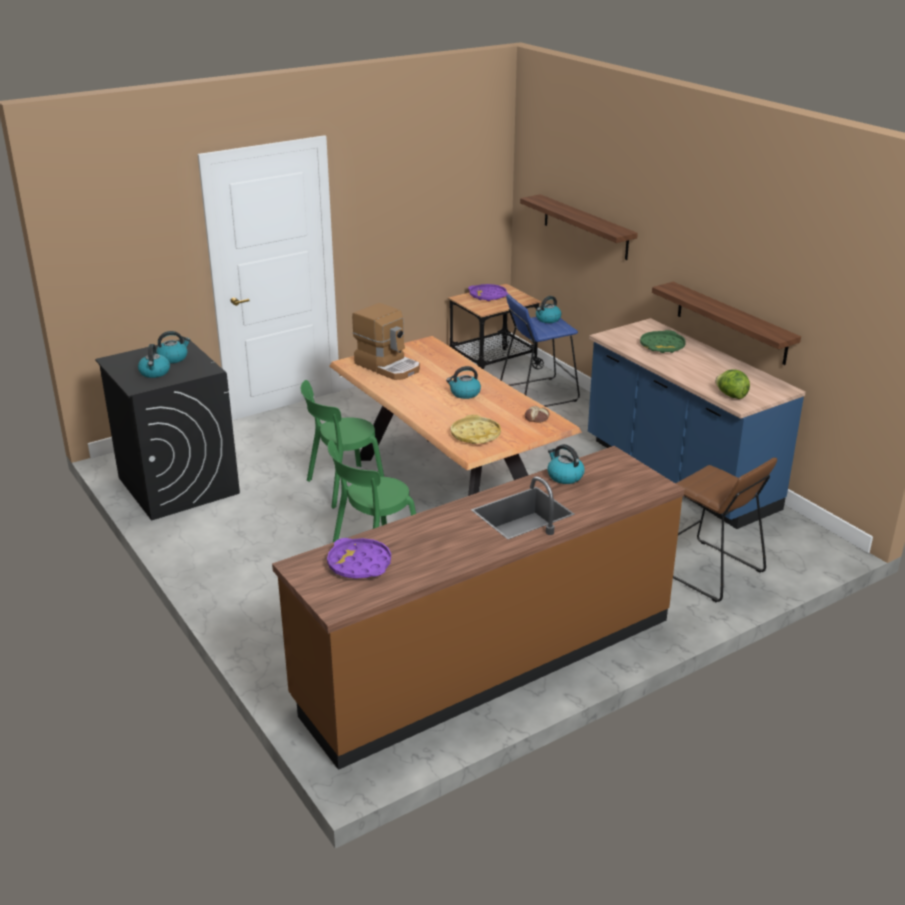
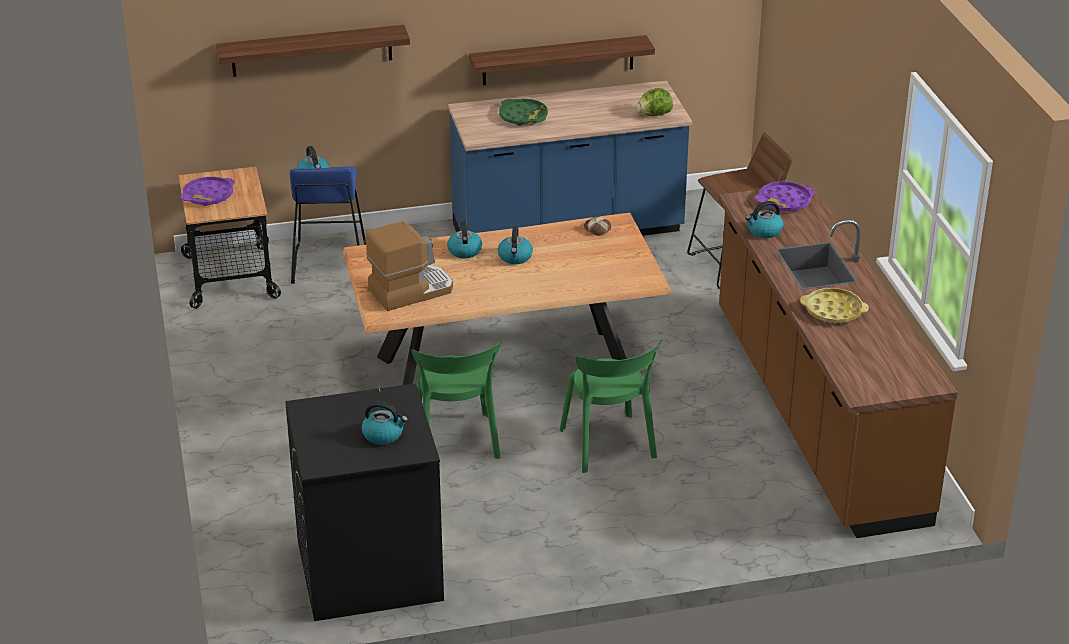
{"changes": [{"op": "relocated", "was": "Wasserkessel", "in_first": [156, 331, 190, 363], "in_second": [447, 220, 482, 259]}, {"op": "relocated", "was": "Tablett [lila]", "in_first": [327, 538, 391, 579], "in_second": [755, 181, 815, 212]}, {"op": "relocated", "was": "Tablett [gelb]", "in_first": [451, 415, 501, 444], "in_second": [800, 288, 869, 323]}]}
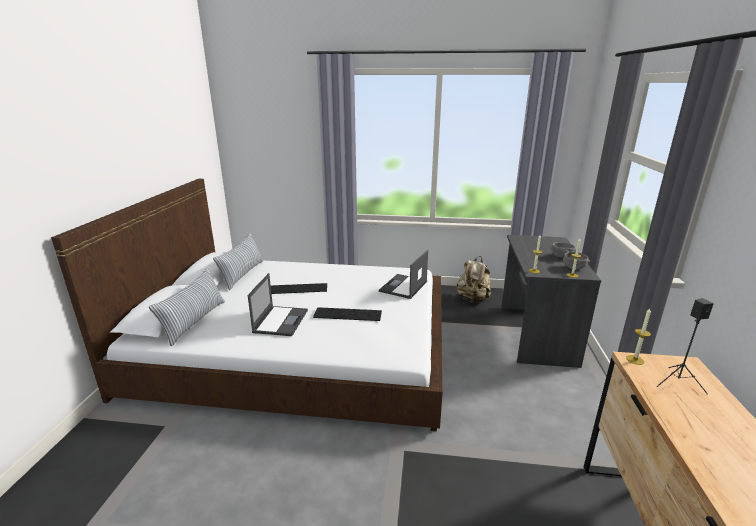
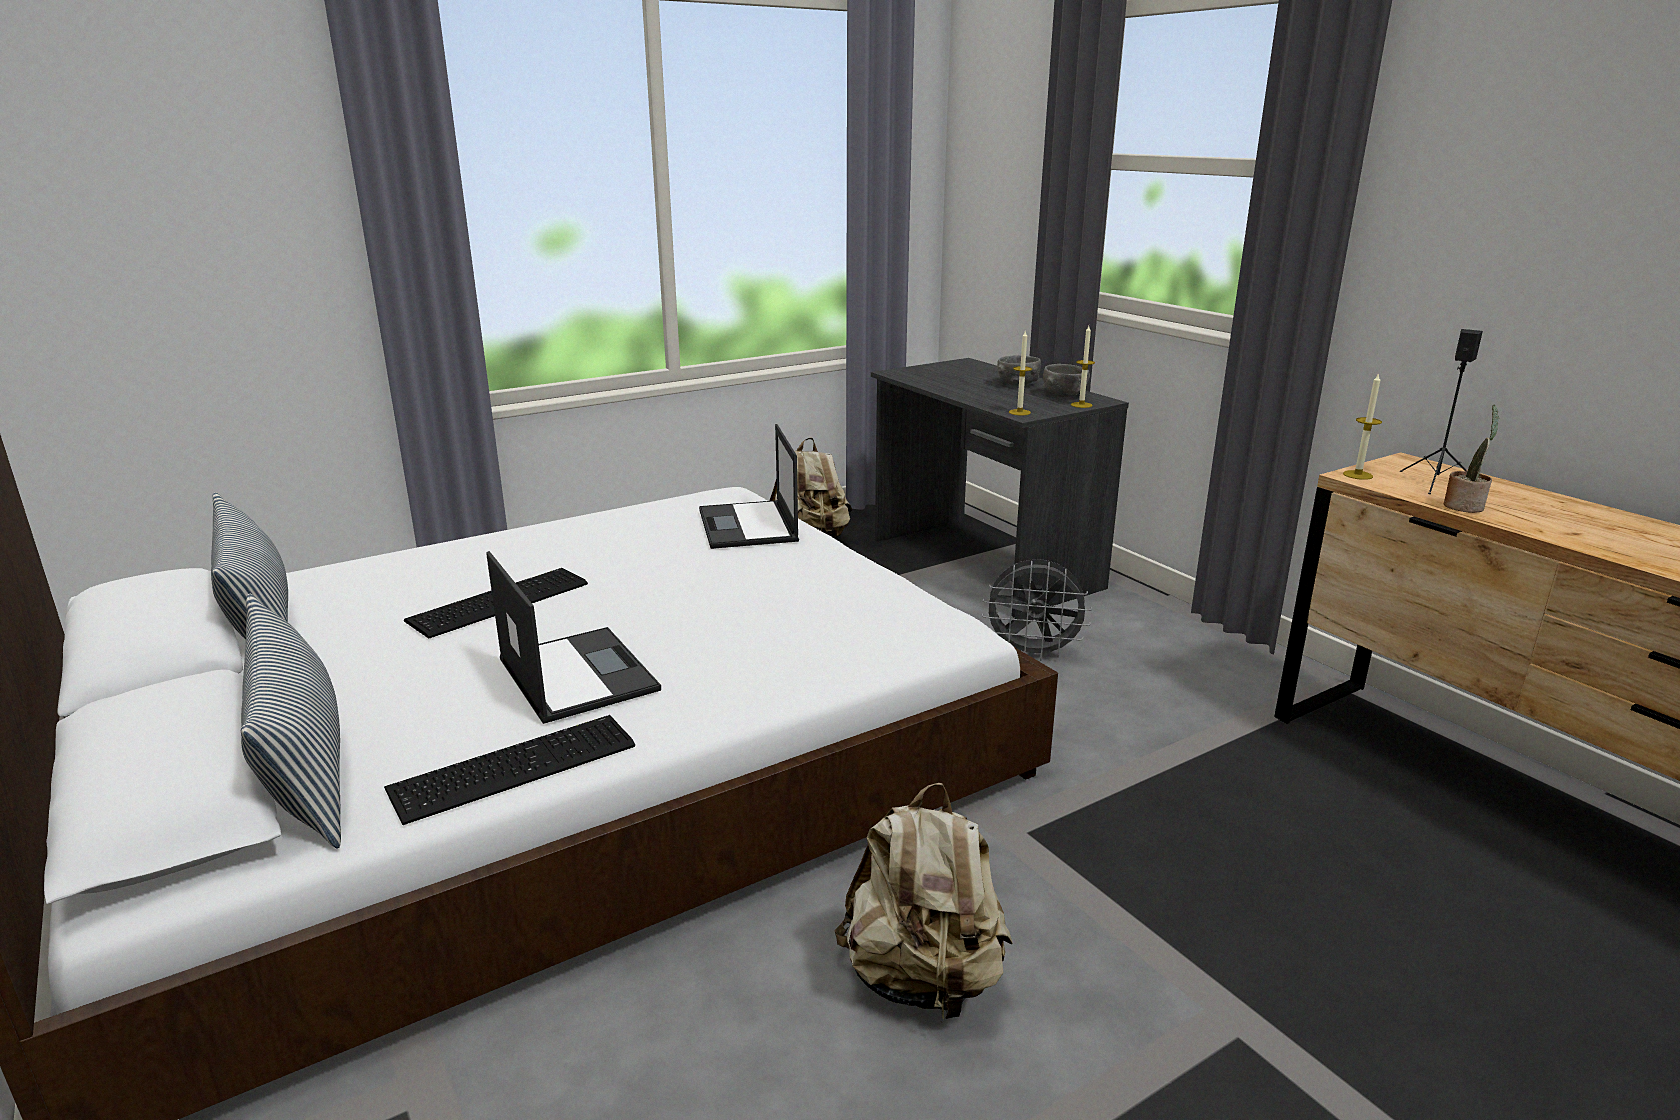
{"changes": [{"op": "appeared", "now": "Rucksack [beige]", "in_second": [834, 783, 1013, 1023]}, {"op": "appeared", "now": "Ventilator [grau]", "in_second": [982, 559, 1092, 661]}, {"op": "appeared", "now": "Topfpflanze", "in_second": [1444, 404, 1499, 513]}, {"op": "relocated", "was": "Tastatur", "in_first": [313, 307, 382, 321], "in_second": [384, 715, 635, 825]}]}
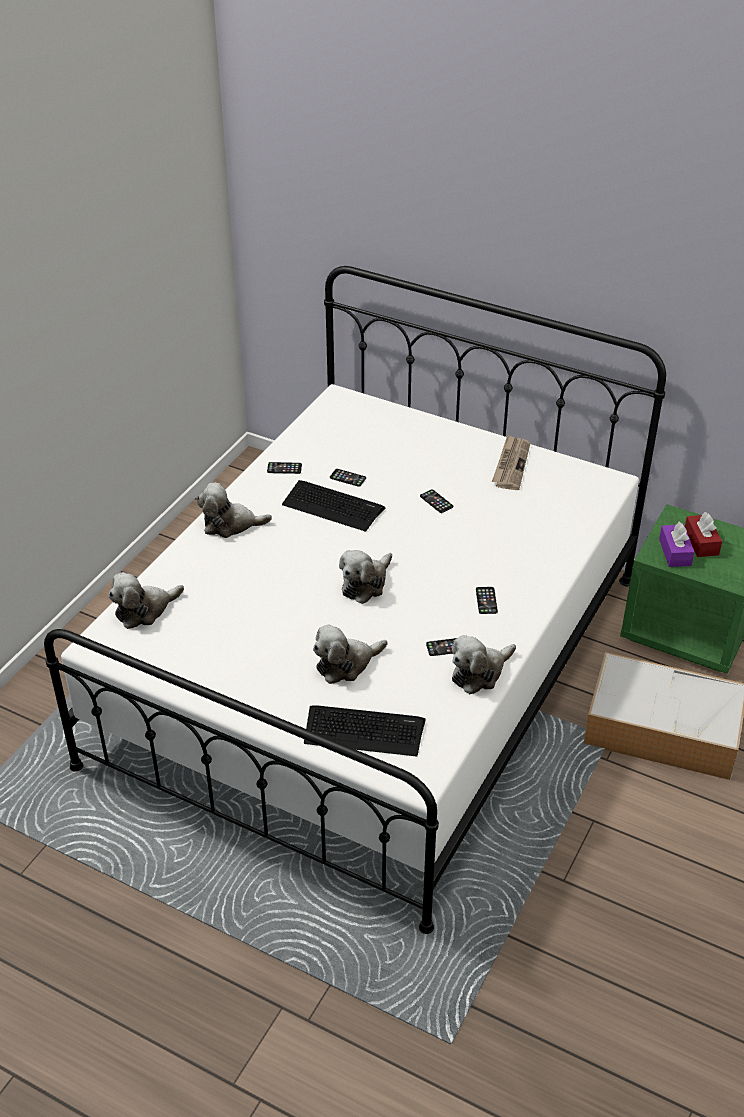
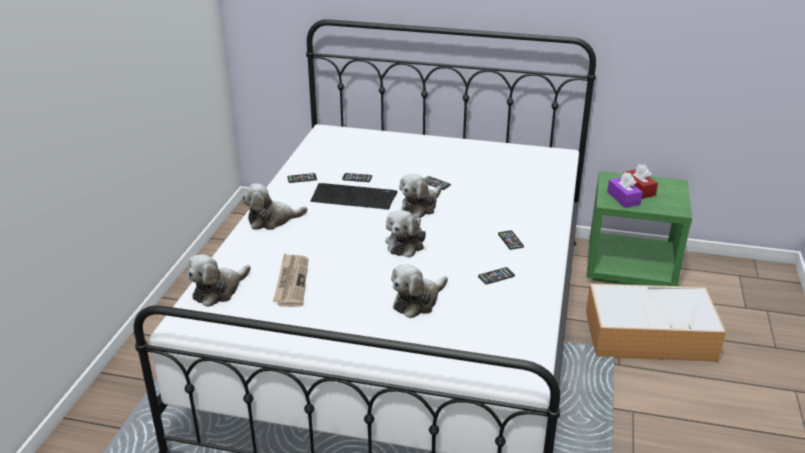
{"changes": [{"op": "missing", "was": "Tastatur", "in_first": [304, 705, 426, 757]}, {"op": "relocated", "was": "Plüschtier", "in_first": [452, 635, 516, 694], "in_second": [399, 174, 442, 218]}, {"op": "relocated", "was": "Zeitung", "in_first": [492, 435, 530, 490], "in_second": [273, 253, 308, 307]}]}
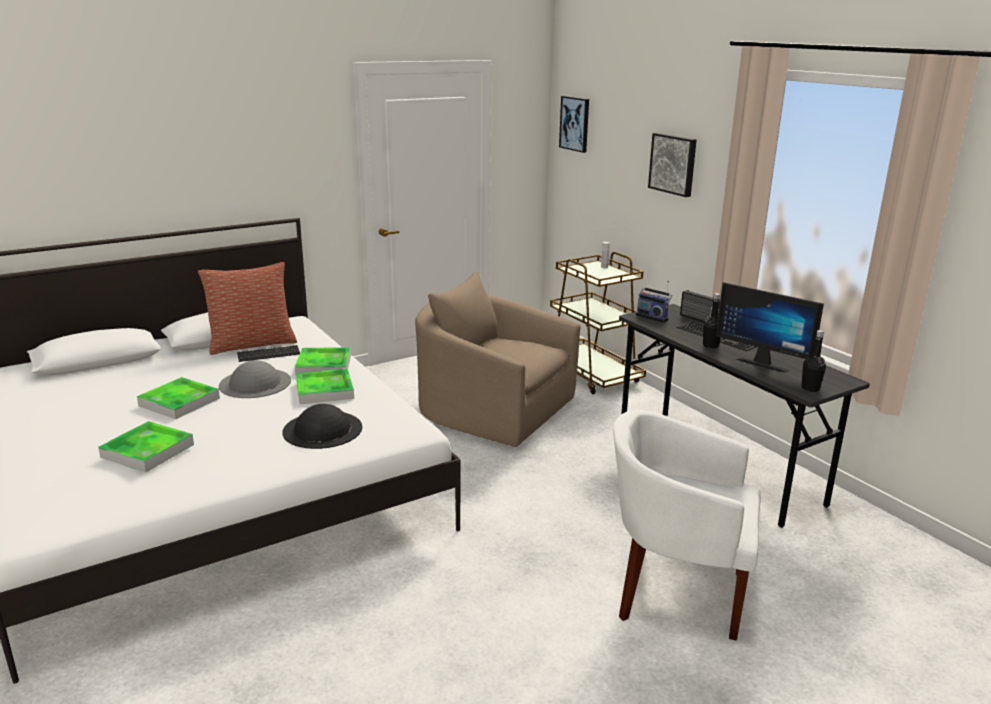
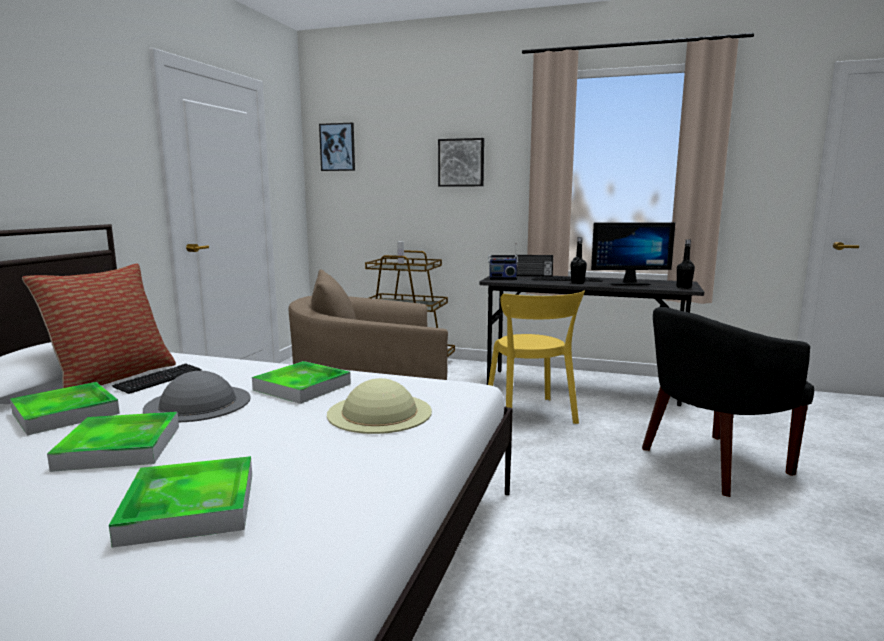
{"changes": [{"op": "appeared", "now": "Stuhl [gelb]", "in_second": [488, 291, 585, 424]}, {"op": "relocated", "was": "Tablett", "in_first": [295, 347, 351, 376], "in_second": [10, 382, 120, 436]}, {"op": "colour", "was": "Hut [schwarz]", "now": "Hut [beige]", "in_first": [282, 404, 362, 449], "in_second": [327, 378, 432, 434]}, {"op": "colour", "was": "Sessel [weiß]", "now": "Sessel [schwarz]", "in_first": [613, 410, 761, 640], "in_second": [642, 307, 814, 497]}]}
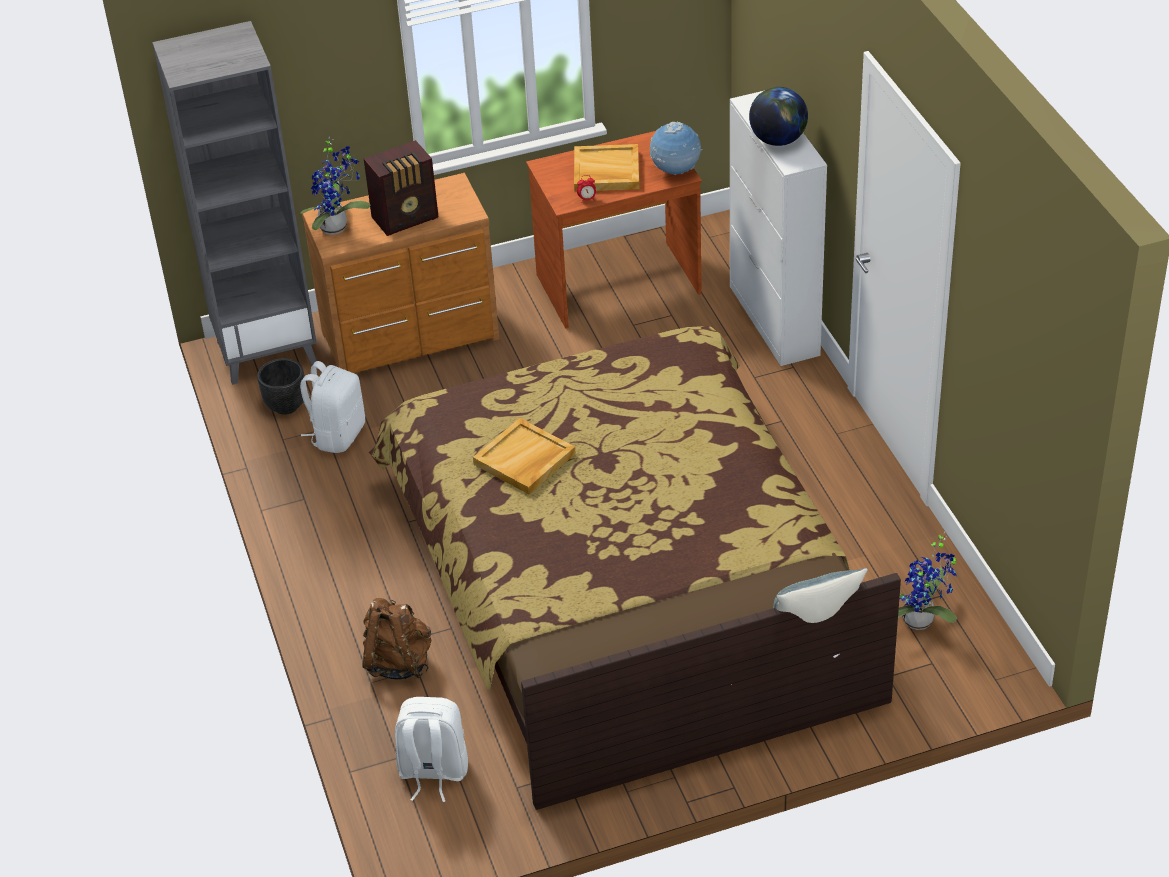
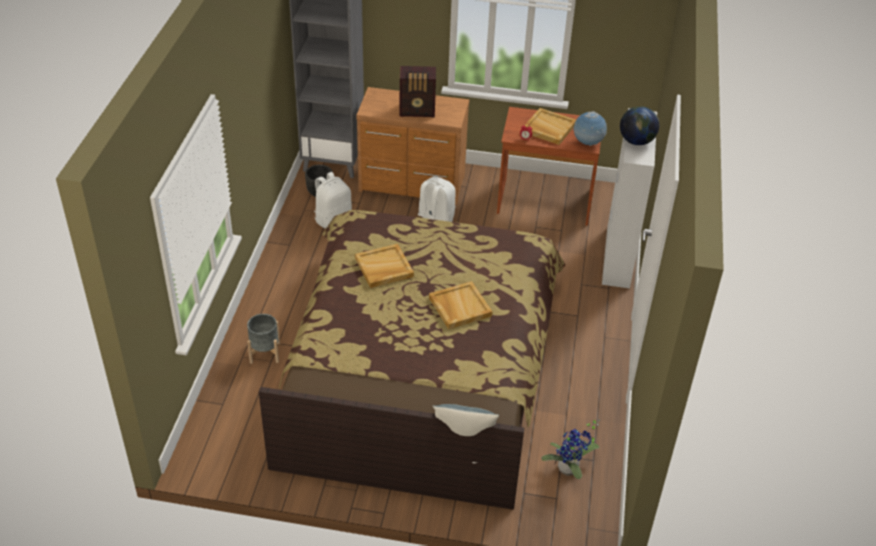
{"changes": [{"op": "missing", "was": "Topfpflanze", "in_first": [300, 137, 370, 235]}, {"op": "appeared", "now": "Tablett [beige]", "in_second": [429, 281, 492, 329]}, {"op": "relocated", "was": "Rucksack [weiß]", "in_first": [395, 697, 468, 802], "in_second": [418, 176, 456, 222]}, {"op": "exchanged", "was": "Rucksack [braun]", "now": "Pflanzkübel [grau]", "in_first": [362, 598, 431, 680], "in_second": [247, 314, 280, 364]}]}
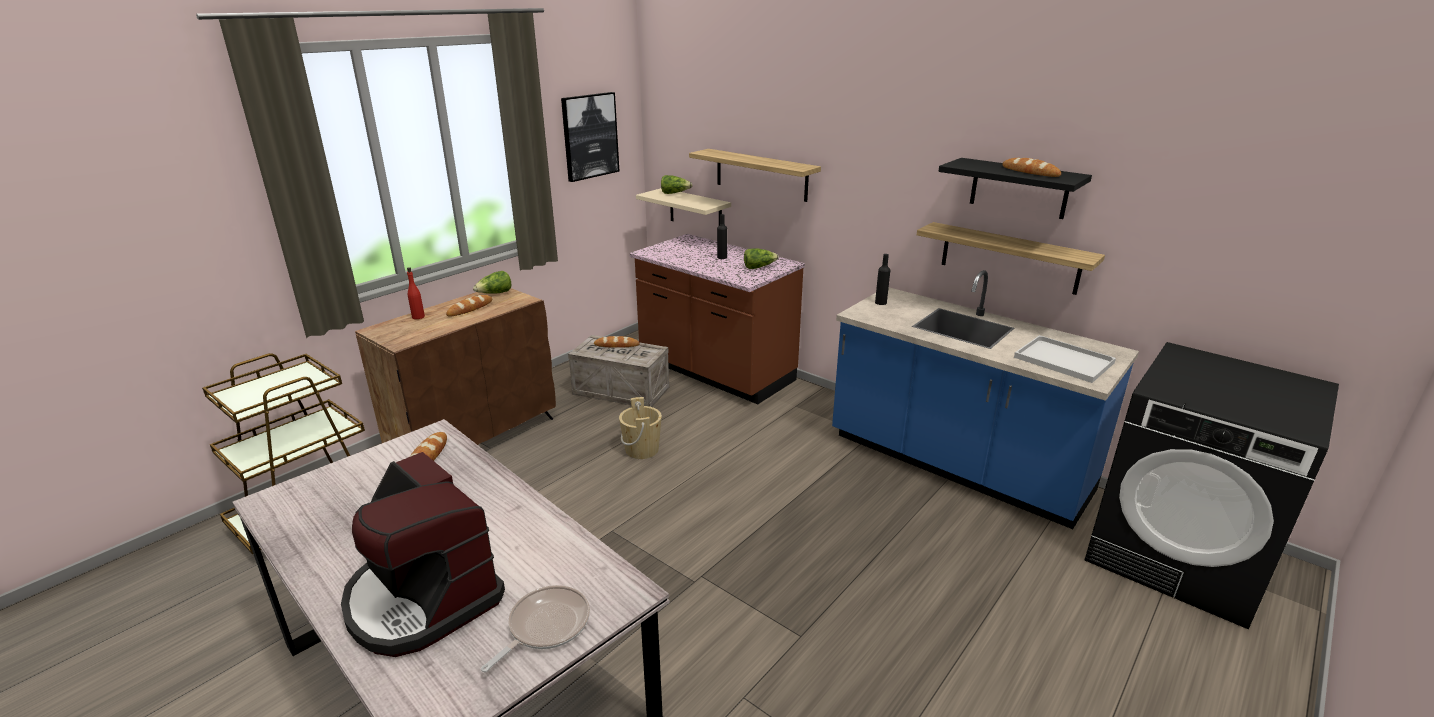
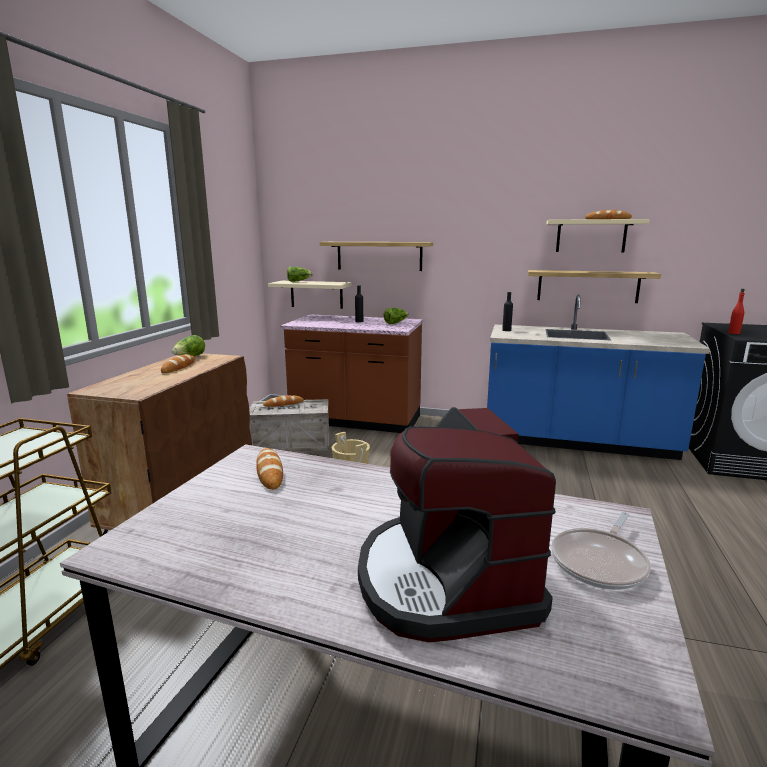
{"changes": [{"op": "missing", "was": "Bild", "in_first": [561, 92, 619, 182]}, {"op": "missing", "was": "Tablett [weiß]", "in_first": [1014, 335, 1116, 383]}, {"op": "relocated", "was": "Flasche [rot]", "in_first": [407, 267, 425, 319], "in_second": [728, 289, 745, 334]}, {"op": "colour", "was": "Wandregal [schwarz]", "now": "Wandregal [beige]", "in_first": [938, 158, 1092, 219], "in_second": [546, 219, 650, 253]}, {"op": "spun", "was": "Kaffeemaschine", "in_first": [341, 452, 505, 657], "in_second": [358, 407, 556, 642], "clockwise": 60}, {"op": "spun", "was": "Pfanne", "in_first": [481, 585, 590, 672], "in_second": [551, 512, 651, 590], "clockwise": -150}]}
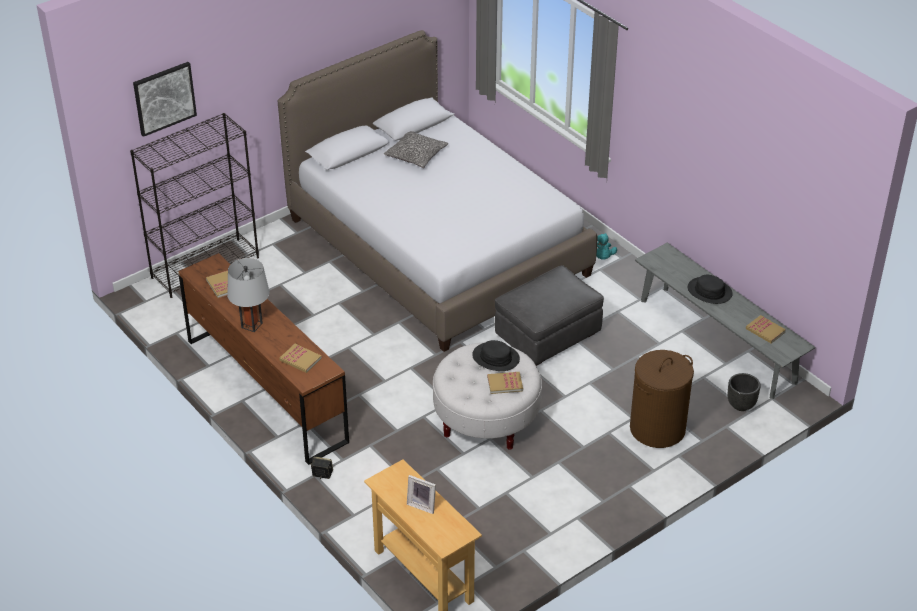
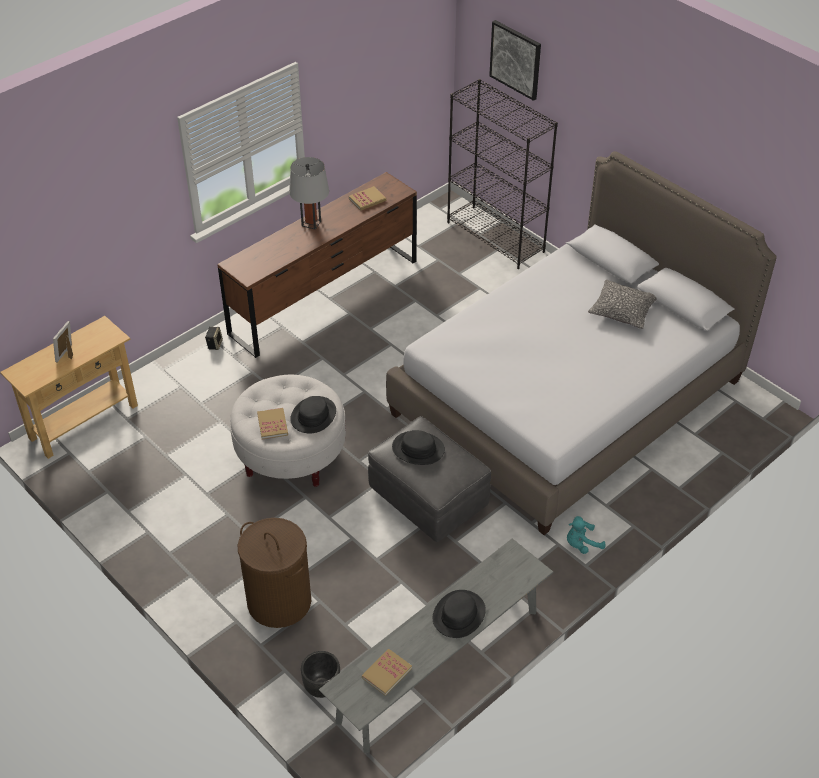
{"changes": [{"op": "missing", "was": "Buch", "in_first": [279, 344, 322, 373]}, {"op": "appeared", "now": "Hut [schwarz]", "in_second": [392, 430, 445, 465]}]}
